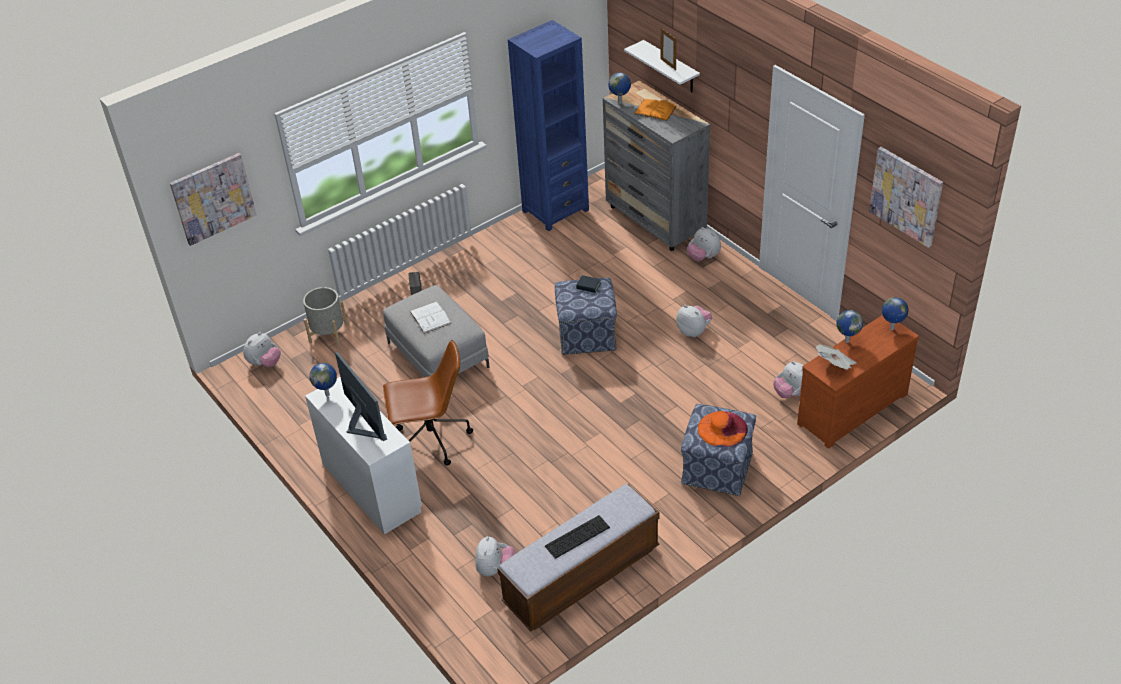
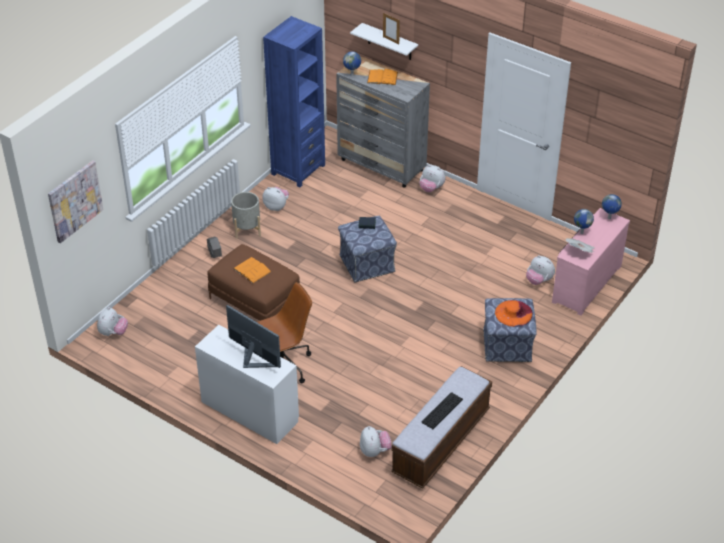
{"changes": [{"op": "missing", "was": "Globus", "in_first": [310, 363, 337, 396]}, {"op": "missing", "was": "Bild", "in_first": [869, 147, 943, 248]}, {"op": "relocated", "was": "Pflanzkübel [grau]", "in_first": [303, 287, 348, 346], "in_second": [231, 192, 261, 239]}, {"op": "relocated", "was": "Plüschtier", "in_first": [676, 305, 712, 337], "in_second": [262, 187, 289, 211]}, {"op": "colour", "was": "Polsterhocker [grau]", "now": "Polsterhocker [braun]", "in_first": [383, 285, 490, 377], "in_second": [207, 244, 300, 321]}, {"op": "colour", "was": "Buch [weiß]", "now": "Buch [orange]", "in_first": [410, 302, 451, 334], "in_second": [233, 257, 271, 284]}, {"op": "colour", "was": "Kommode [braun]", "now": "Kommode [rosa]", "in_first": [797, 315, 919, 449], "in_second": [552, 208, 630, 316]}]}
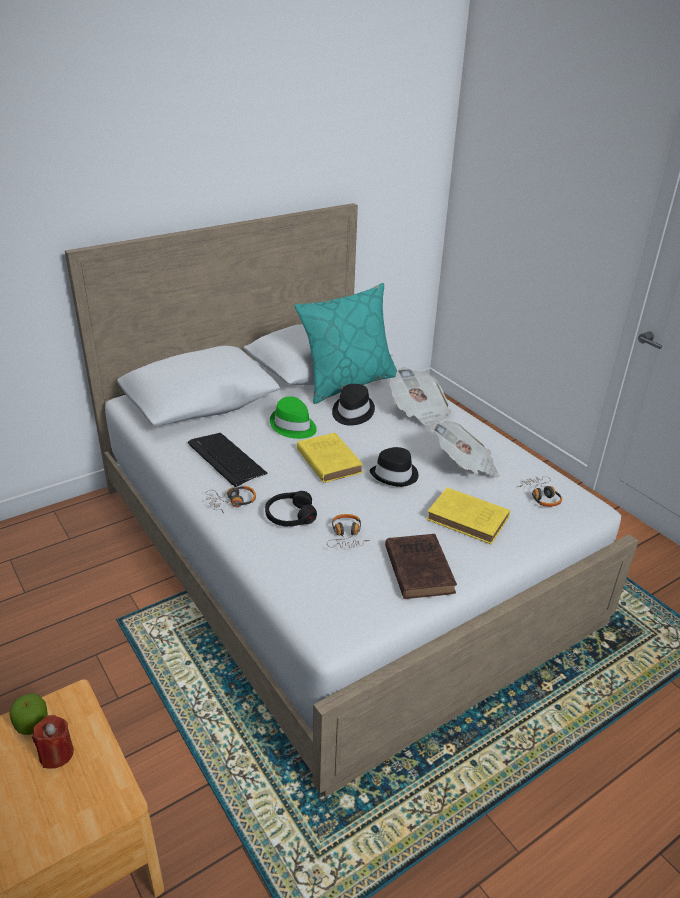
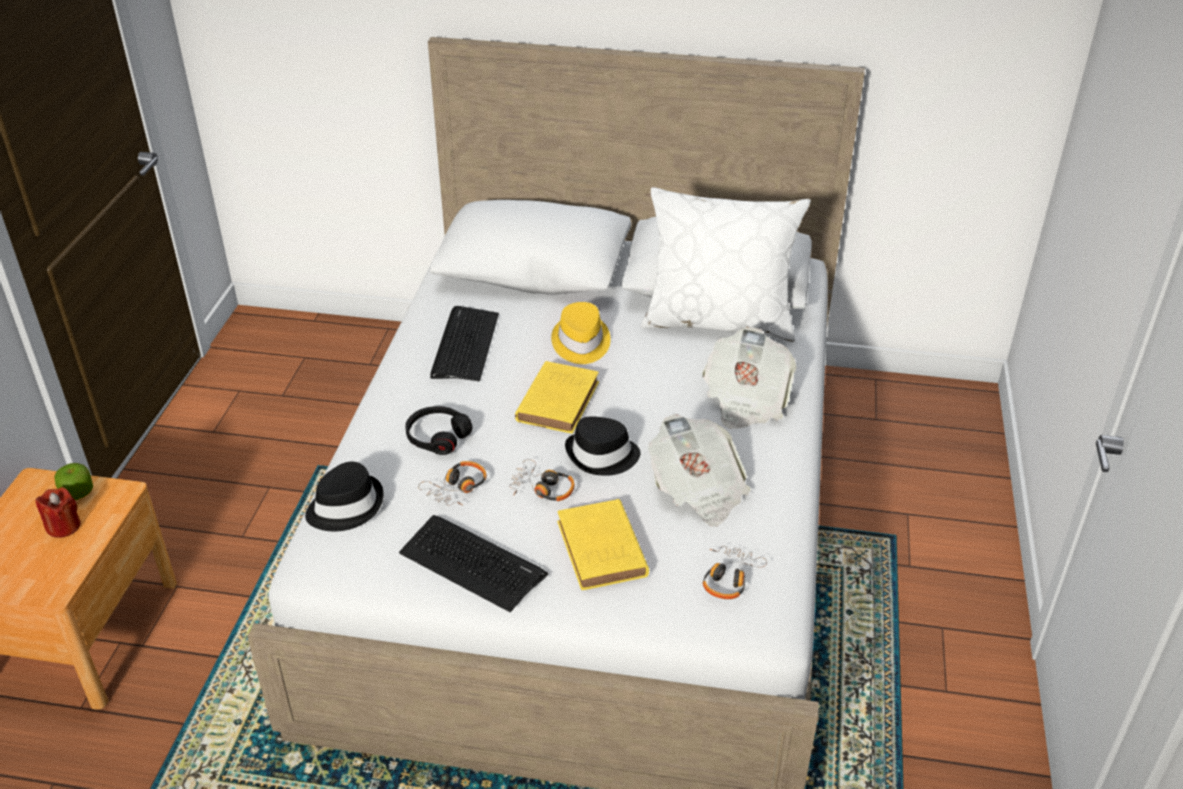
{"changes": [{"op": "relocated", "was": "Kopfhörer", "in_first": [206, 486, 256, 513], "in_second": [509, 459, 575, 501]}, {"op": "relocated", "was": "Hut [schwarz]", "in_first": [332, 384, 375, 426], "in_second": [305, 461, 384, 531]}, {"op": "exchanged", "was": "Buch [braun]", "now": "Tastatur", "in_first": [385, 534, 457, 599], "in_second": [399, 515, 548, 612]}, {"op": "colour", "was": "Hut [grün]", "now": "Hut [gelb]", "in_first": [270, 396, 317, 439], "in_second": [551, 302, 610, 364]}, {"op": "colour", "was": "Kissen [türkis]", "now": "Kissen [weiß]", "in_first": [295, 283, 397, 404], "in_second": [641, 187, 811, 342]}]}
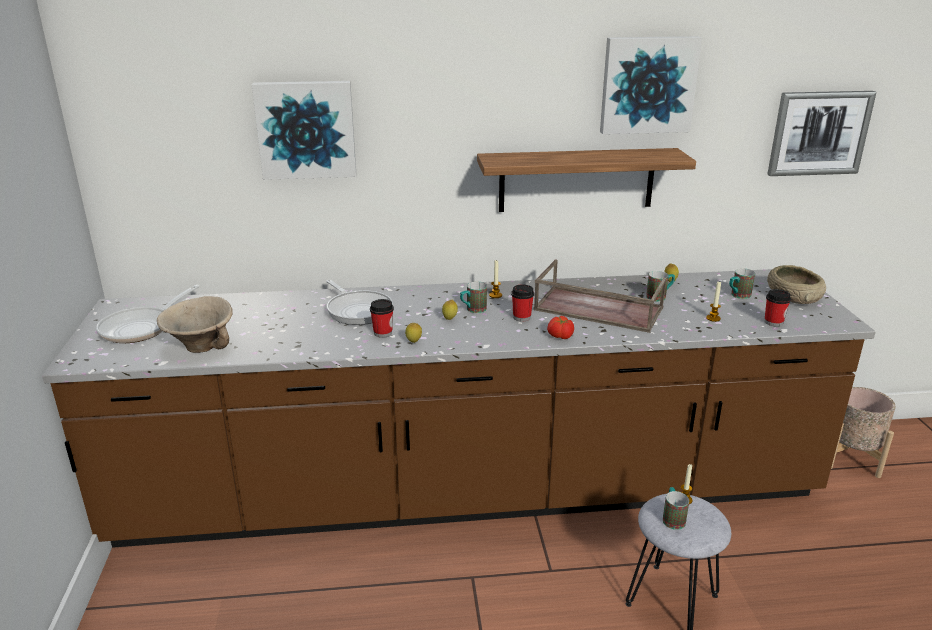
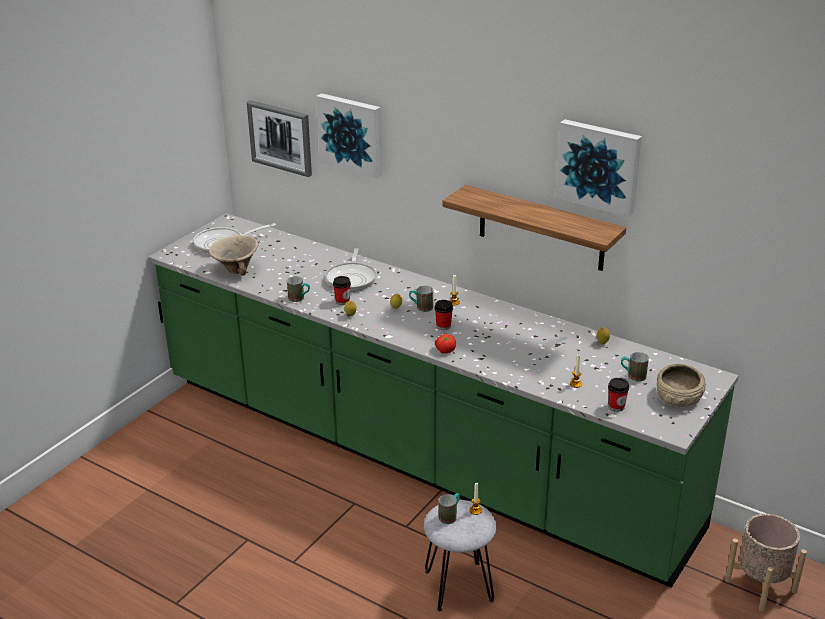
{"changes": [{"op": "missing", "was": "Tablett [braun]", "in_first": [533, 259, 666, 333]}, {"op": "relocated", "was": "Henkelbecher", "in_first": [646, 271, 675, 301], "in_second": [287, 276, 310, 302]}, {"op": "relocated", "was": "Bild", "in_first": [767, 91, 876, 176], "in_second": [247, 100, 312, 177]}, {"op": "colour", "was": "Küchenzeile [braun]", "now": "Küchenzeile [grün]", "in_first": [42, 269, 876, 548], "in_second": [148, 213, 738, 588]}]}
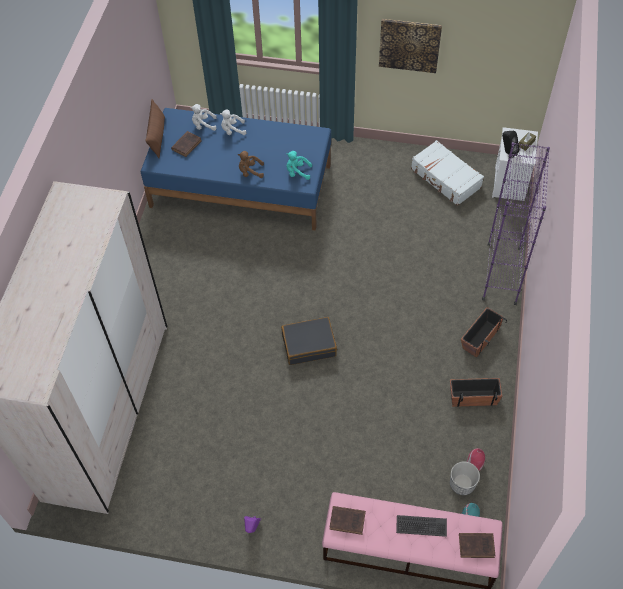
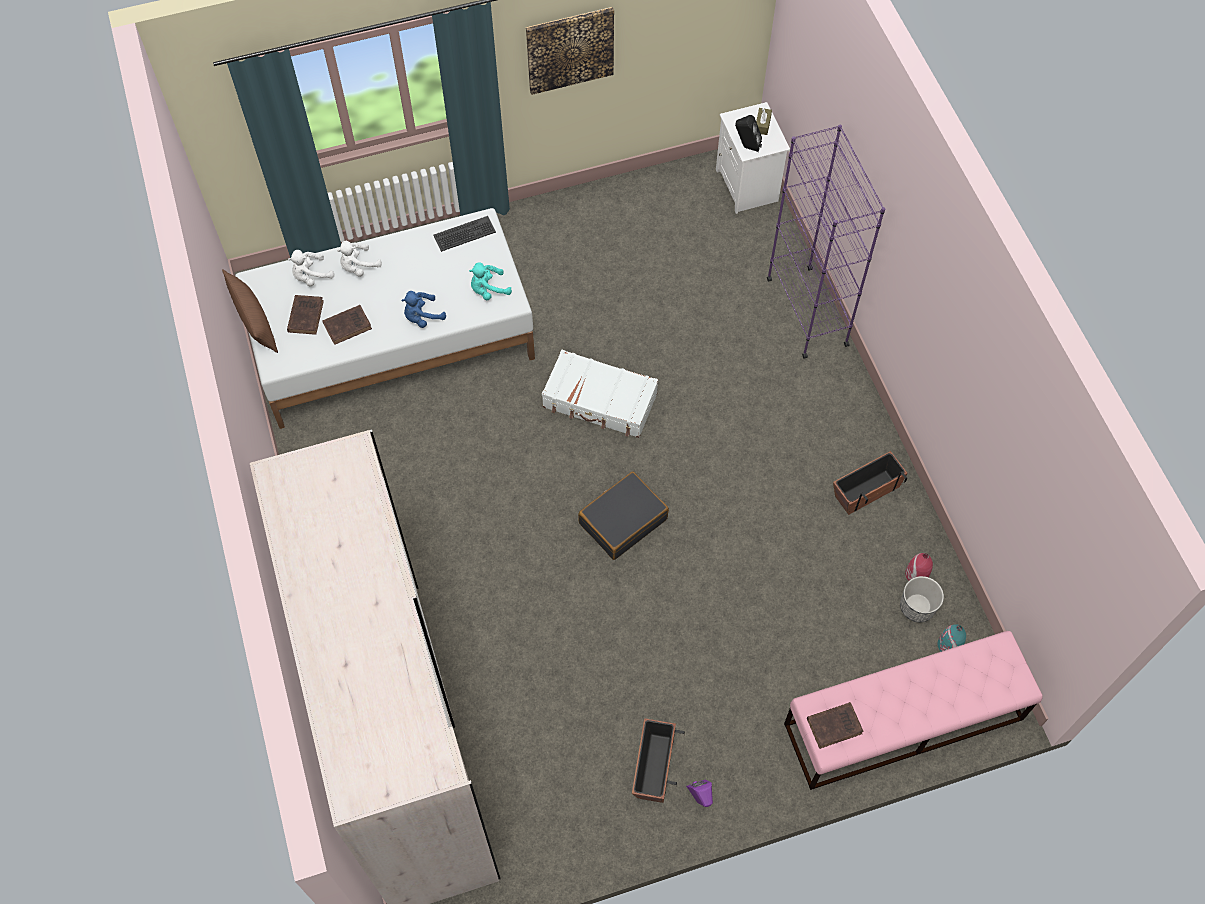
{"changes": [{"op": "relocated", "was": "Tastatur", "in_first": [396, 515, 447, 537], "in_second": [433, 216, 496, 252]}, {"op": "relocated", "was": "Koffer [weiß]", "in_first": [411, 140, 484, 206], "in_second": [542, 350, 658, 438]}, {"op": "relocated", "was": "Buch [braun]", "in_first": [459, 533, 495, 558], "in_second": [322, 305, 372, 345]}, {"op": "relocated", "was": "Pflanzkübel", "in_first": [461, 307, 507, 357], "in_second": [632, 718, 685, 803]}, {"op": "colour", "was": "Bett [blau]", "now": "Bett [weiß]", "in_first": [141, 108, 331, 231], "in_second": [235, 208, 535, 429]}, {"op": "colour", "was": "Plüschtier [braun]", "now": "Plüschtier [blau]", "in_first": [238, 151, 264, 178], "in_second": [401, 291, 446, 328]}]}
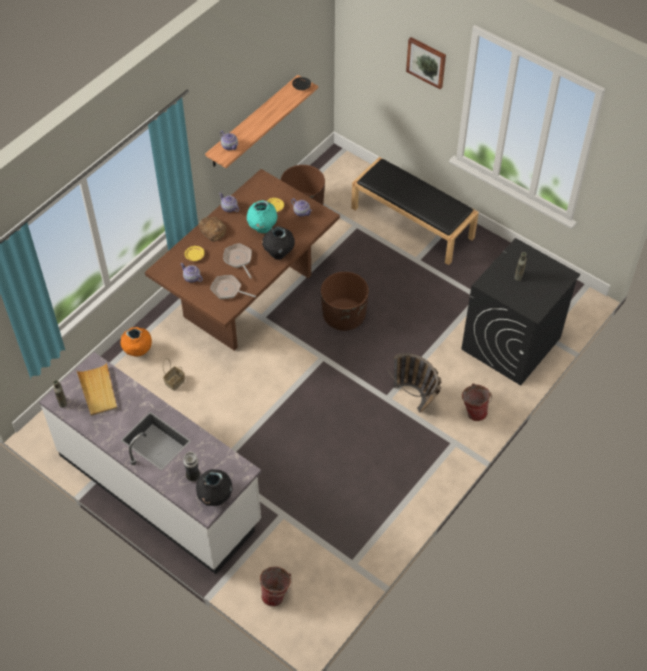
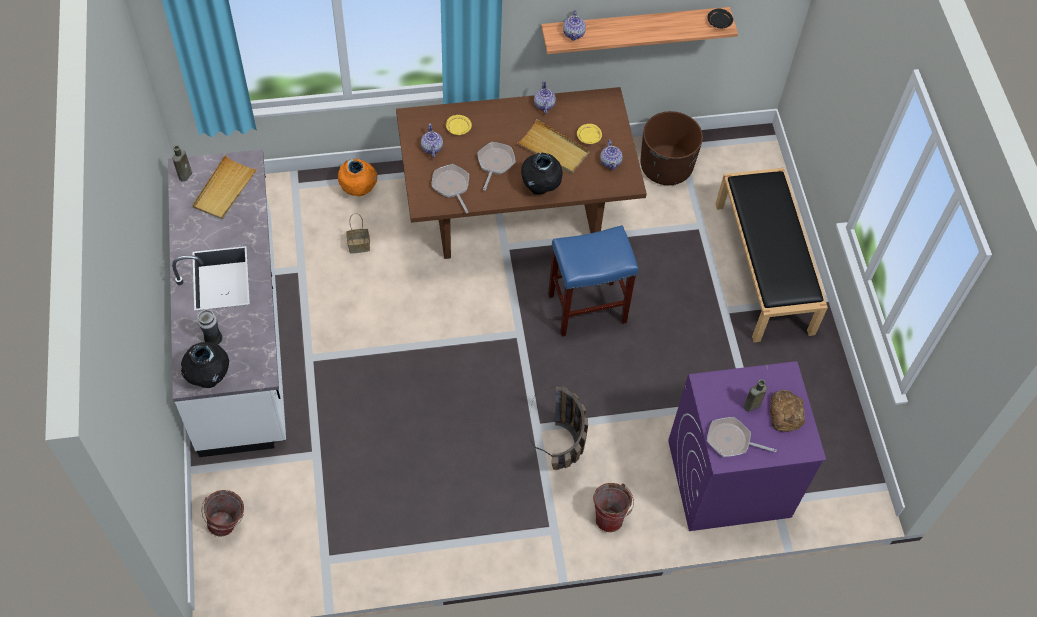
{"changes": [{"op": "missing", "was": "Bild", "in_first": [406, 37, 446, 89]}, {"op": "appeared", "now": "Pfanne", "in_second": [707, 417, 777, 457]}, {"op": "relocated", "was": "Brot", "in_first": [199, 217, 226, 242], "in_second": [770, 390, 805, 432]}, {"op": "exchanged", "was": "Vase [türkis]", "now": "Tablett [beige]", "in_first": [247, 201, 277, 233], "in_second": [517, 119, 589, 174]}, {"op": "exchanged", "was": "Pflanzkübel [braun]", "now": "Hocker [blau]", "in_first": [321, 272, 369, 331], "in_second": [548, 225, 638, 337]}, {"op": "colour", "was": "Waschmaschine [schwarz]", "now": "Waschmaschine [lila]", "in_first": [461, 238, 581, 386], "in_second": [668, 361, 826, 531]}]}
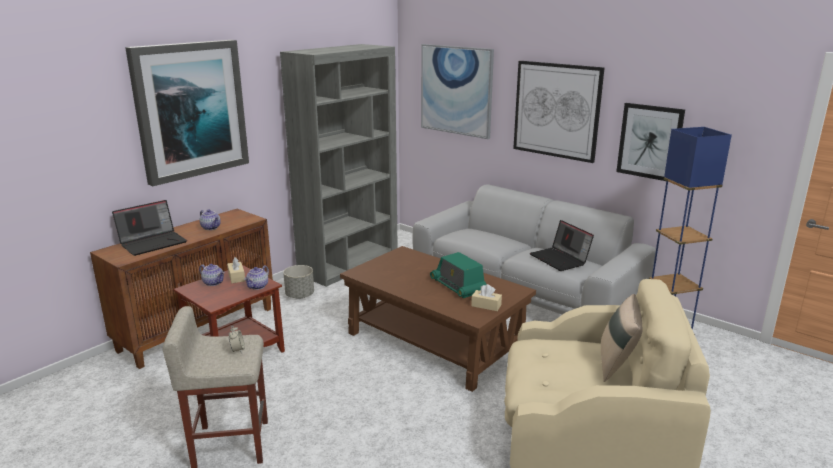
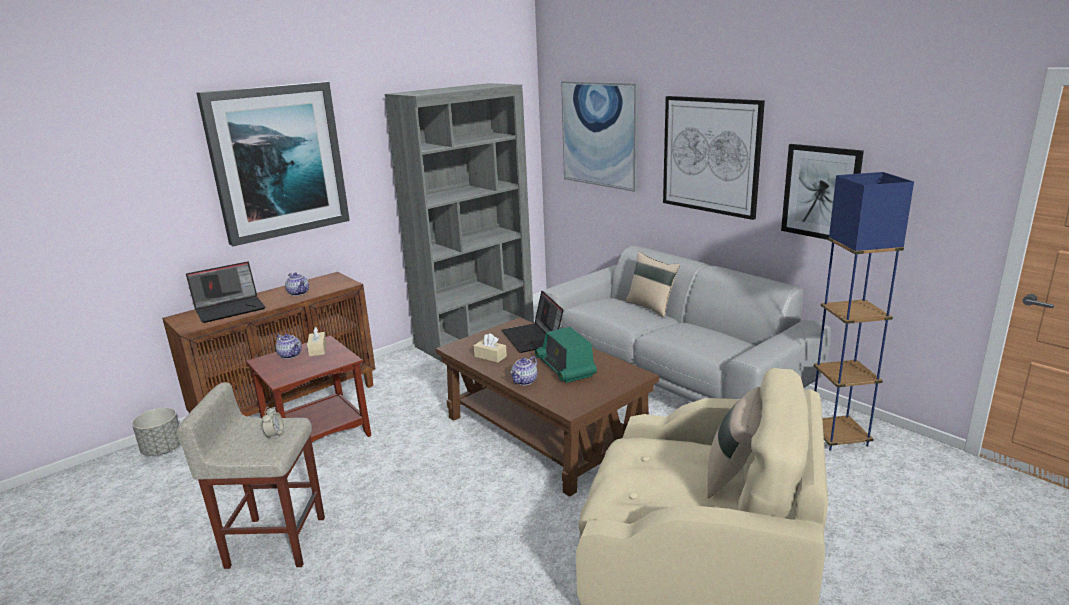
{"changes": [{"op": "appeared", "now": "Kissen [beige]", "in_second": [626, 252, 680, 318]}, {"op": "relocated", "was": "Teekanne", "in_first": [244, 265, 269, 290], "in_second": [510, 356, 537, 385]}, {"op": "relocated", "was": "Pflanzkübel [grau]", "in_first": [283, 265, 314, 299], "in_second": [132, 408, 181, 456]}, {"op": "relocated", "was": "Taschentuchbox [beige]", "in_first": [471, 284, 502, 311], "in_second": [474, 333, 507, 363]}, {"op": "relocated", "was": "Laptop", "in_first": [530, 220, 594, 271], "in_second": [502, 291, 563, 353]}]}
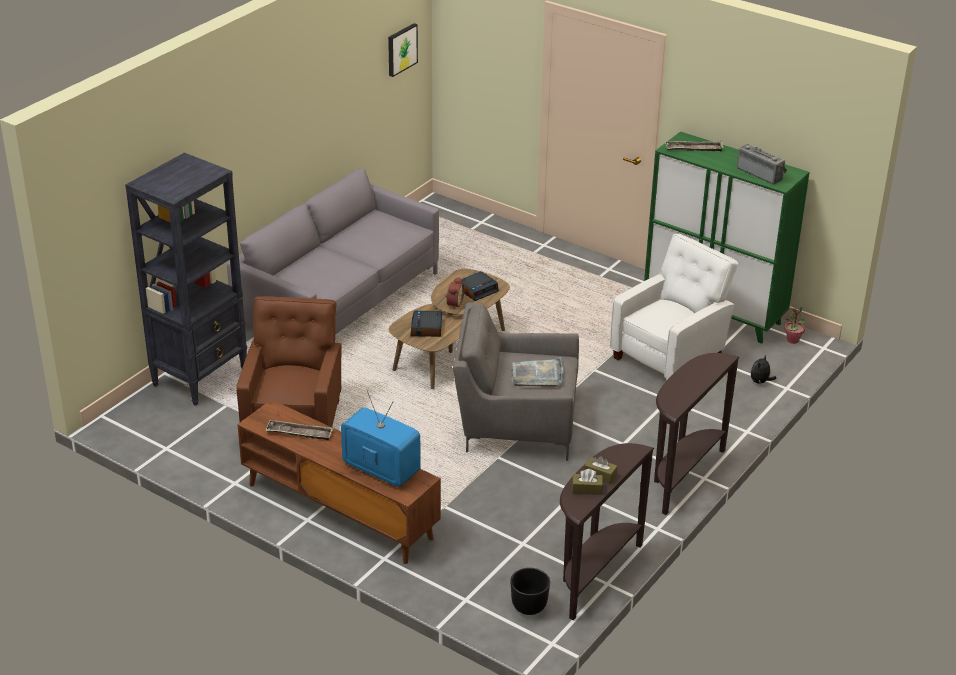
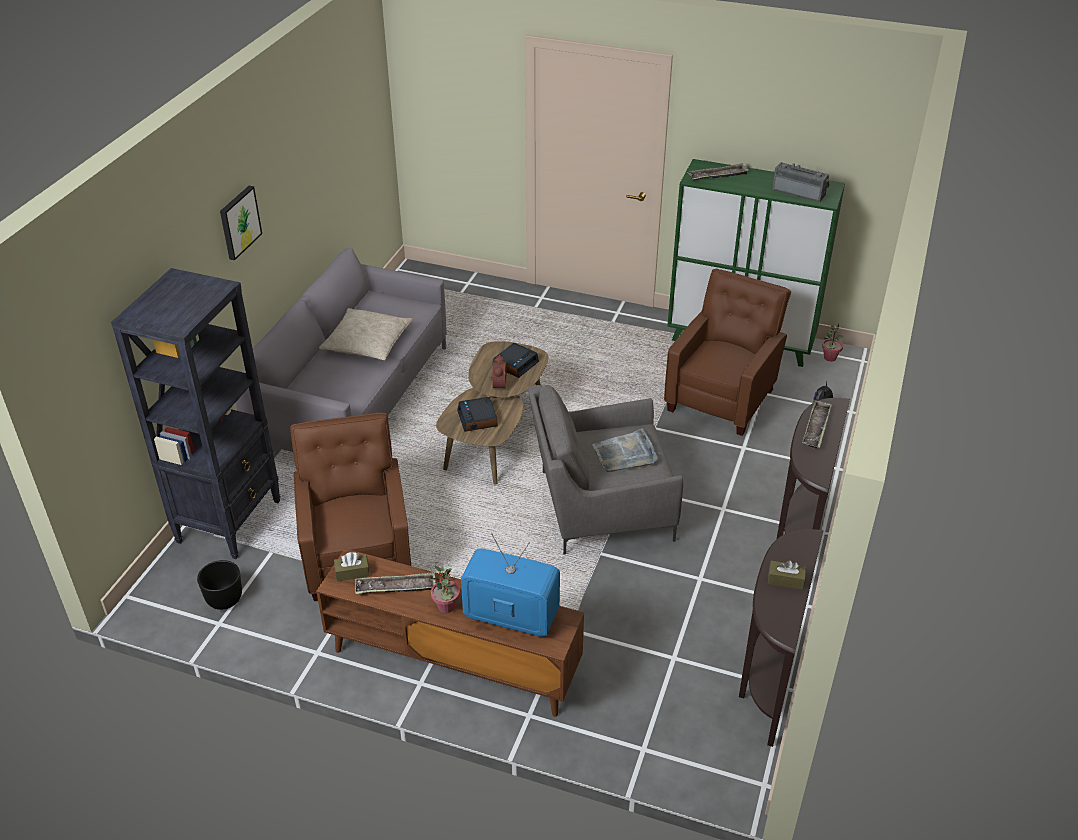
{"changes": [{"op": "appeared", "now": "Kissen [beige]", "in_second": [319, 308, 413, 360]}, {"op": "appeared", "now": "Topfpflanze", "in_second": [430, 566, 460, 613]}, {"op": "appeared", "now": "Tablett", "in_second": [802, 400, 832, 449]}, {"op": "relocated", "was": "Bild", "in_first": [388, 23, 418, 77], "in_second": [220, 186, 262, 260]}, {"op": "relocated", "was": "Pflanzkübel [schwarz]", "in_first": [510, 568, 550, 615], "in_second": [197, 560, 242, 610]}, {"op": "relocated", "was": "Taschentuchbox [braun]", "in_first": [572, 469, 603, 495], "in_second": [334, 552, 370, 582]}, {"op": "colour", "was": "Sessel [weiß]", "now": "Sessel [braun]", "in_first": [610, 234, 738, 380], "in_second": [664, 269, 791, 436]}]}
